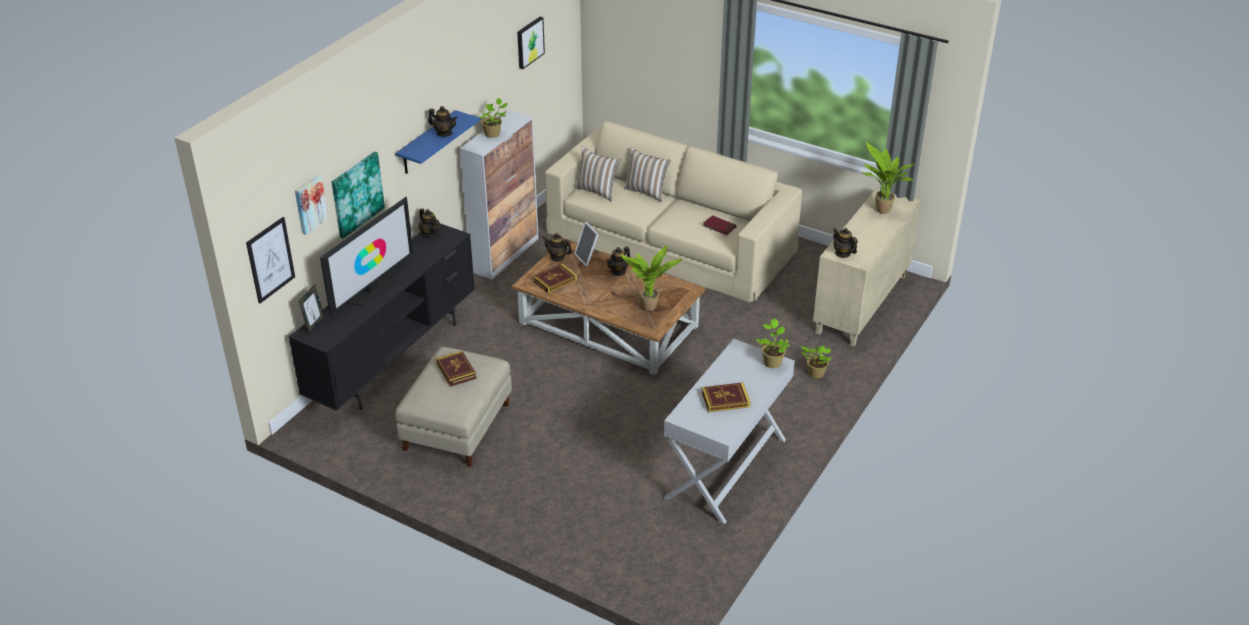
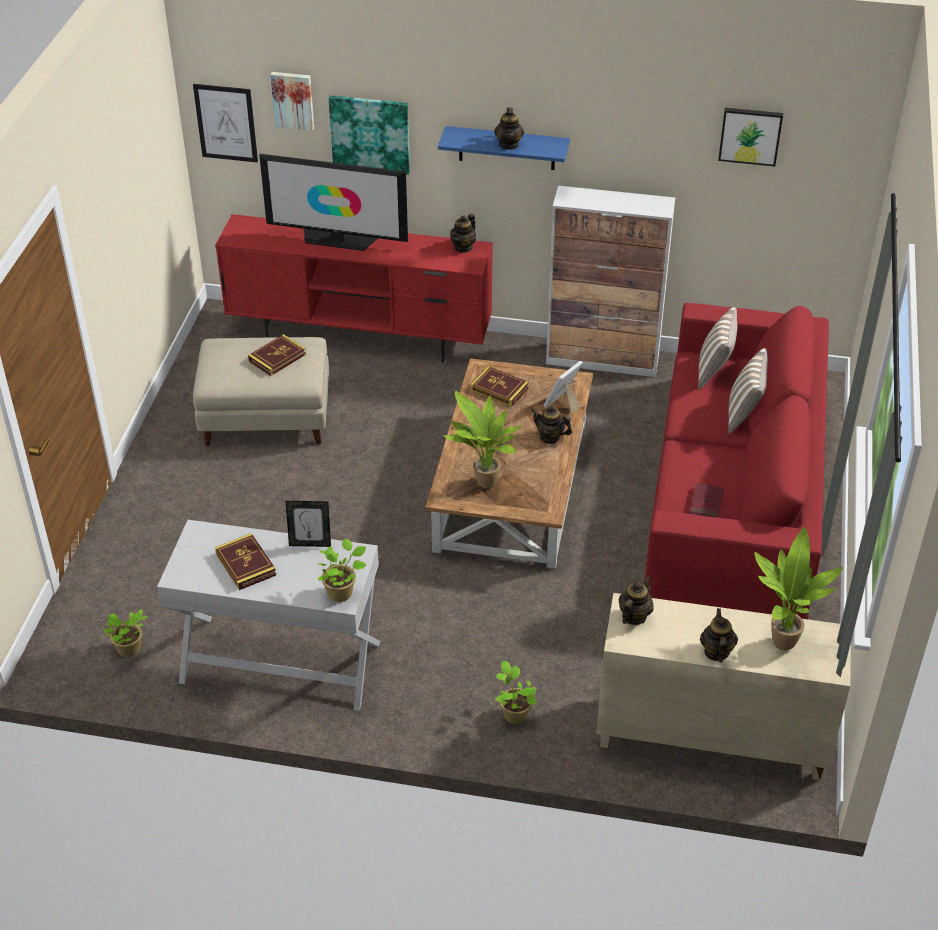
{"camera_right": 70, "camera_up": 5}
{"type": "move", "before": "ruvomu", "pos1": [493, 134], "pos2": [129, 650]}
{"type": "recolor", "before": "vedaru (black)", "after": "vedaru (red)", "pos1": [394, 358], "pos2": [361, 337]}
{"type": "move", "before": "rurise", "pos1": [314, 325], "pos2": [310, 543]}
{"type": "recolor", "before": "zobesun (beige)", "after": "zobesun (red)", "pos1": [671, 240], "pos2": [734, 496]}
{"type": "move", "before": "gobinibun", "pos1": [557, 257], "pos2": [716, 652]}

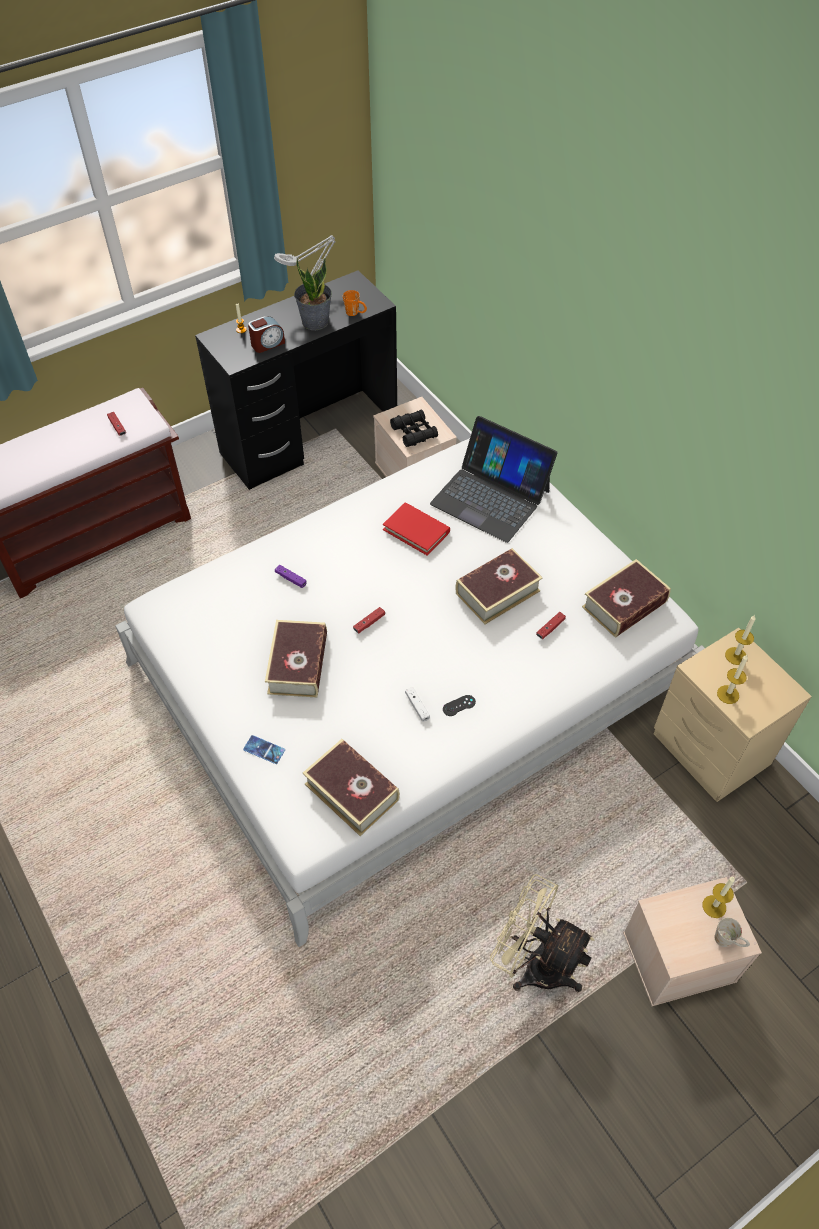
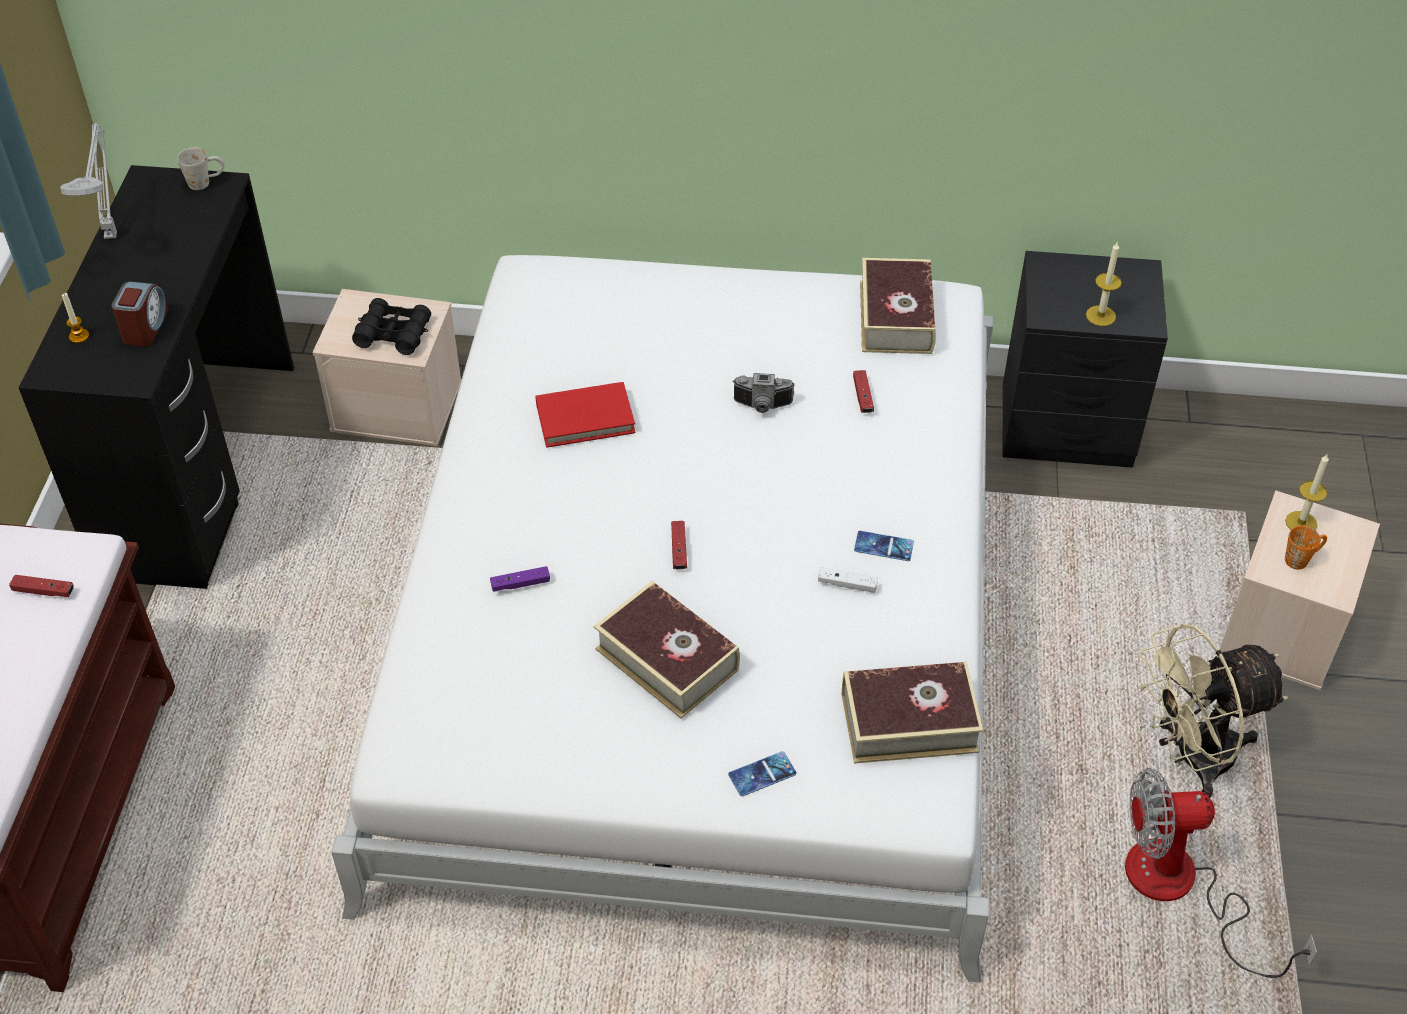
{"camera_right": -50, "camera_up": -5}
{"type": "move", "before": "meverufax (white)", "pos1": [728, 941], "pos2": [206, 182]}
{"type": "replace", "before": "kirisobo", "after": "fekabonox", "pos1": [497, 592], "pos2": [762, 406]}
{"type": "replace", "before": "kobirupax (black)", "after": "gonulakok", "pos1": [459, 705], "pos2": [883, 546]}
{"type": "recolor", "before": "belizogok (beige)", "after": "belizogok (black)", "pos1": [711, 752], "pos2": [1069, 428]}
{"type": "insert", "after": "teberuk", "pos2": [1181, 890]}
{"type": "move", "before": "meverufax (orange)", "pos1": [355, 313], "pos2": [1302, 558]}
{"type": "delete", "before": "ruvomu", "pos1": [315, 321]}
{"type": "delete", "before": "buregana", "pos1": [490, 497]}
{"type": "delete", "before": "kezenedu", "pos1": [735, 656]}

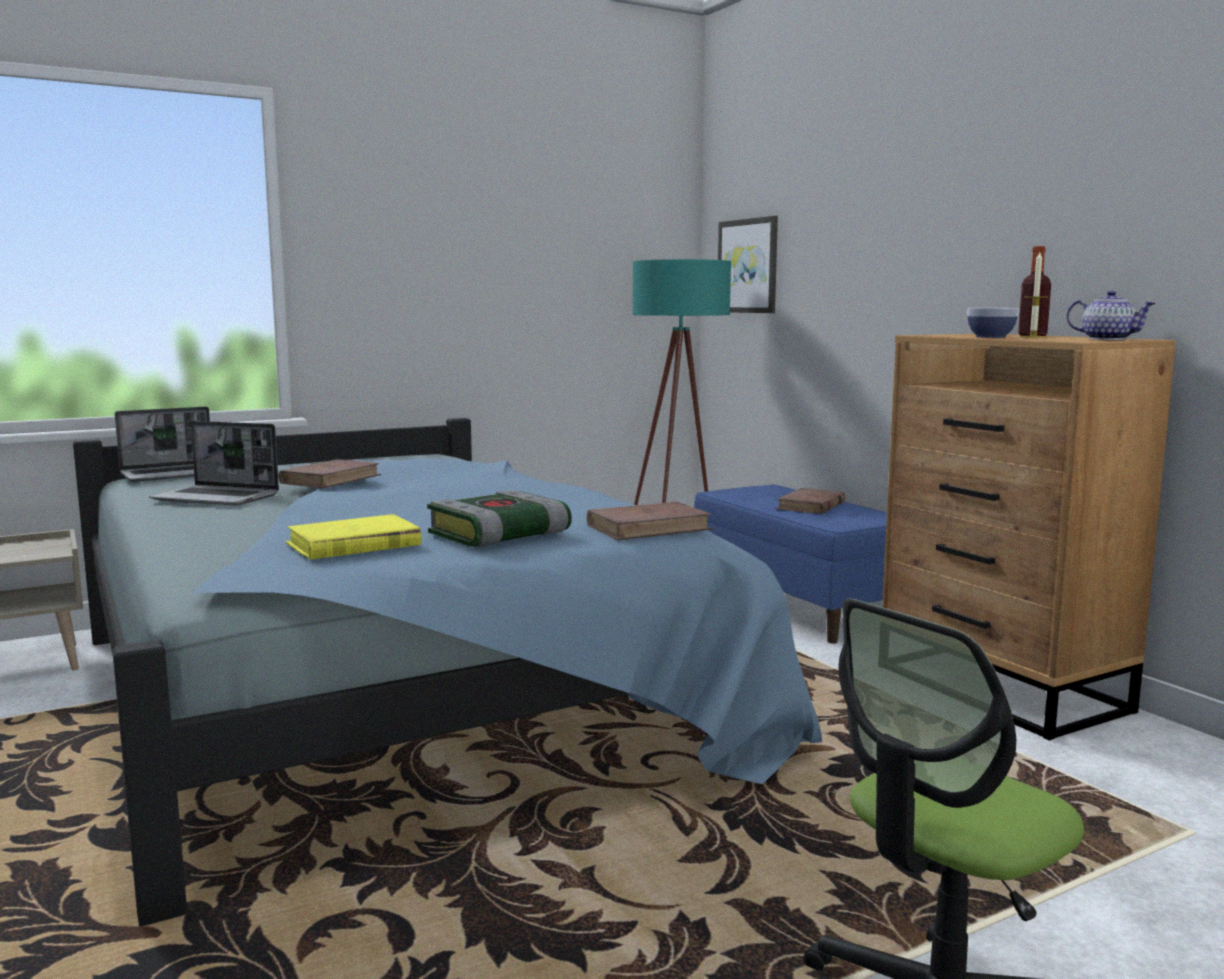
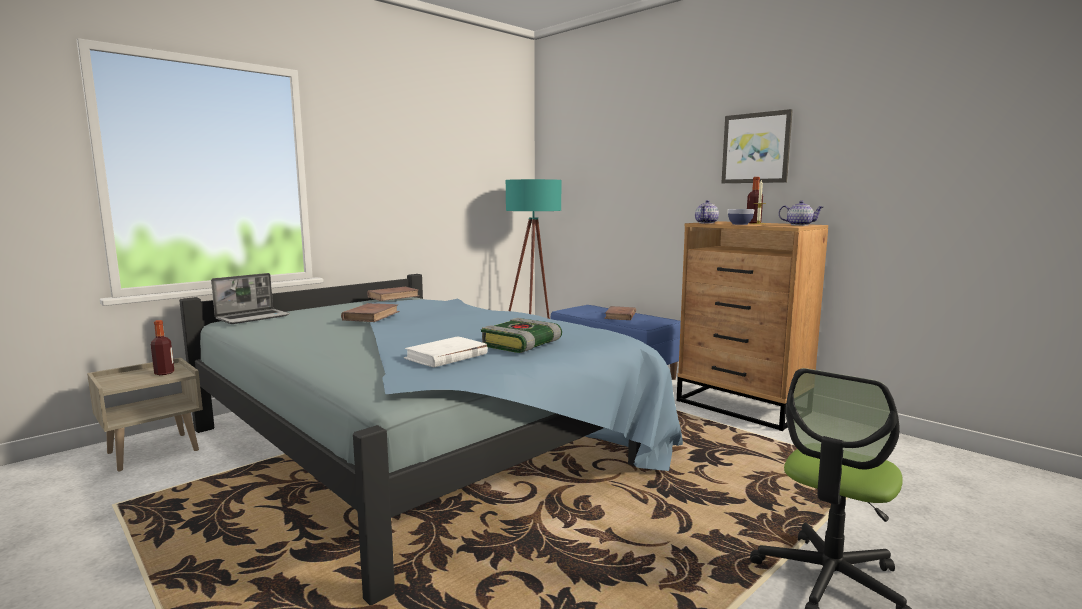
{"camera_right": -15, "camera_up": 0}
{"type": "insert", "after": "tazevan", "pos2": [164, 373]}
{"type": "move", "before": "kirisobo (brown)", "pos1": [649, 528], "pos2": [393, 296]}
{"type": "recolor", "before": "kirisobo (yellow)", "after": "kirisobo (white)", "pos1": [353, 544], "pos2": [446, 356]}
{"type": "insert", "after": "gobinibun", "pos2": [706, 223]}
{"type": "move", "before": "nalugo", "pos1": [748, 266], "pos2": [756, 148]}
{"type": "delete", "before": "buregana", "pos1": [218, 498]}

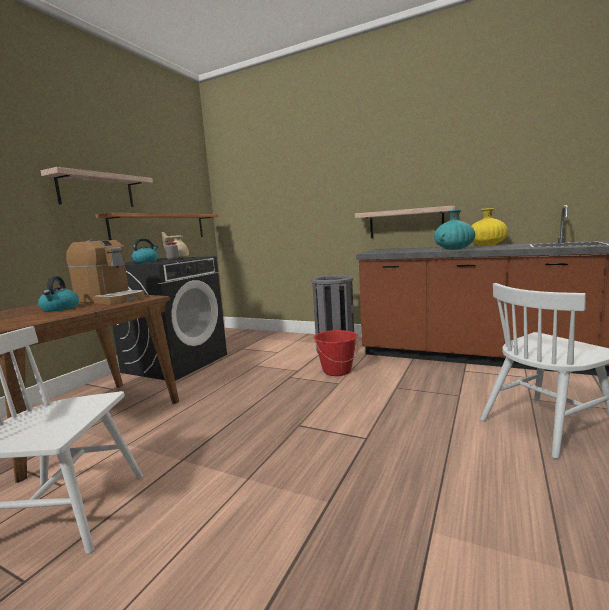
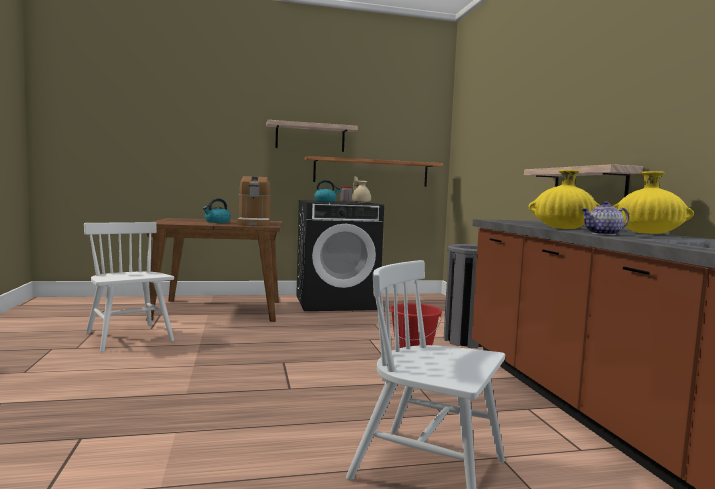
{"camera_right": 50, "camera_up": -5}
{"type": "recolor", "before": "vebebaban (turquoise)", "after": "vebebaban (yellow)", "pos1": [453, 249], "pos2": [562, 228]}
{"type": "insert", "after": "gobinibun", "pos2": [603, 234]}

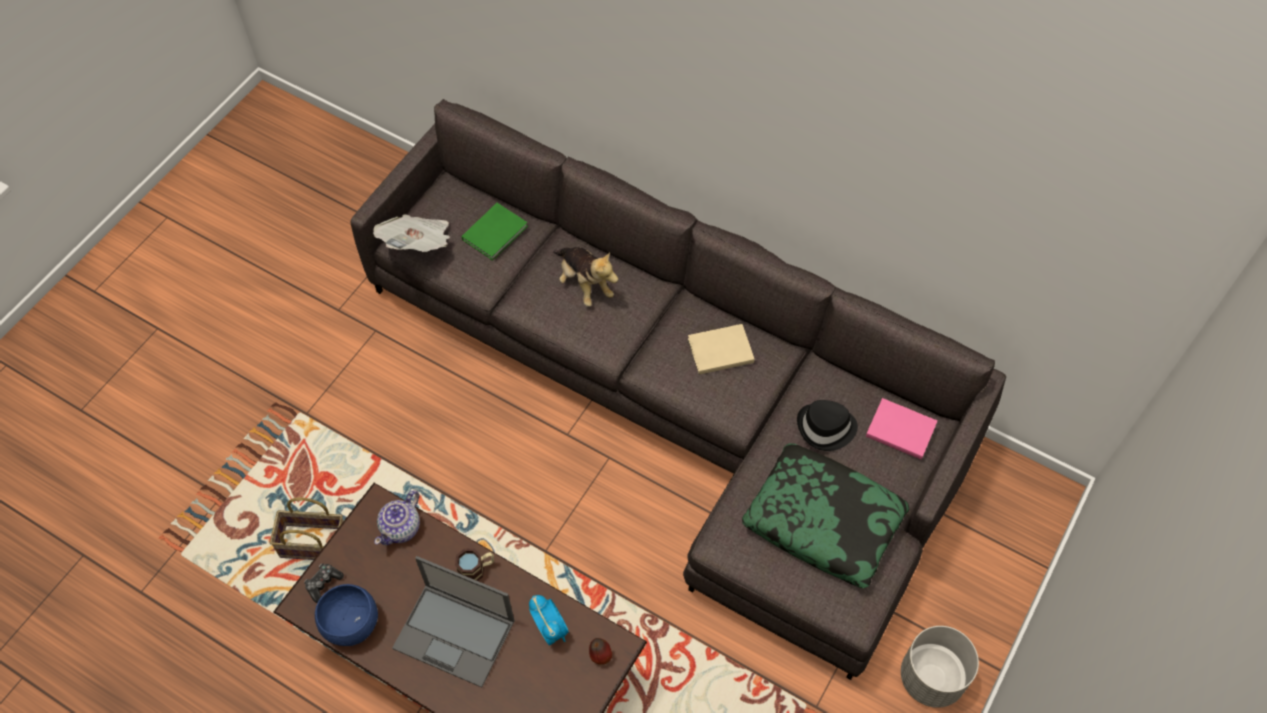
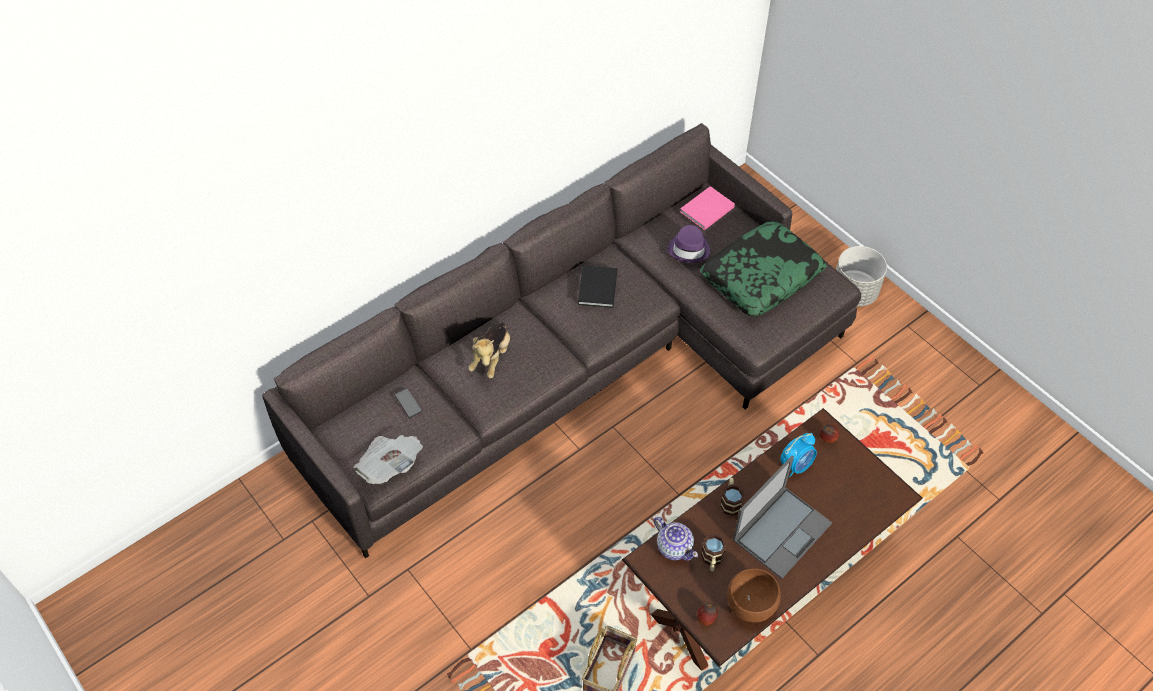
{"camera_right": -70, "camera_up": -5}
{"type": "replace", "before": "kirisobo (green)", "after": "gonulakok", "pos1": [496, 232], "pos2": [408, 403]}
{"type": "rotate", "before": "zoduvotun", "pos1": [584, 284], "pos2": [491, 357], "turn": 120}
{"type": "recolor", "before": "kirisobo (beige)", "after": "kirisobo (black)", "pos1": [718, 350], "pos2": [596, 289]}
{"type": "recolor", "before": "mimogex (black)", "after": "mimogex (purple)", "pos1": [826, 428], "pos2": [689, 249]}
{"type": "replace", "before": "kobirupax", "after": "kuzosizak", "pos1": [323, 583], "pos2": [706, 618]}
{"type": "insert", "after": "meverufax", "pos2": [712, 560]}
{"type": "recolor", "before": "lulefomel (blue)", "after": "lulefomel (brown)", "pos1": [352, 623], "pos2": [750, 604]}
{"type": "rotate", "before": "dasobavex", "pos1": [550, 628], "pos2": [796, 465], "turn": 150}

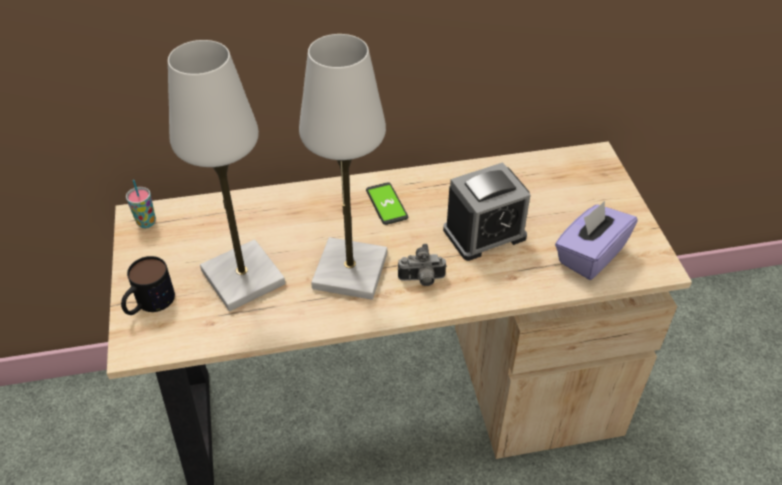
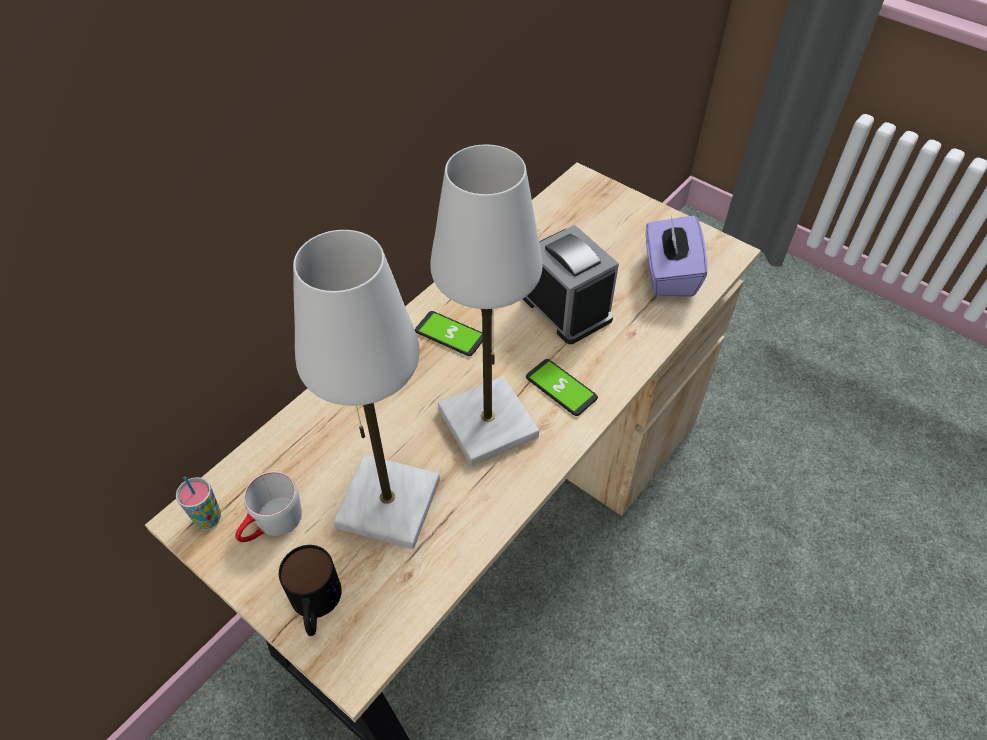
{"camera_right": -40, "camera_up": 5}
{"type": "insert", "after": "meverufax (grey)", "pos2": [272, 525]}
{"type": "rotate", "before": "dasobavex", "pos1": [484, 233], "pos2": [566, 308], "turn": -60}
{"type": "replace", "before": "fekabonox", "after": "gonulakok", "pos1": [422, 280], "pos2": [561, 388]}

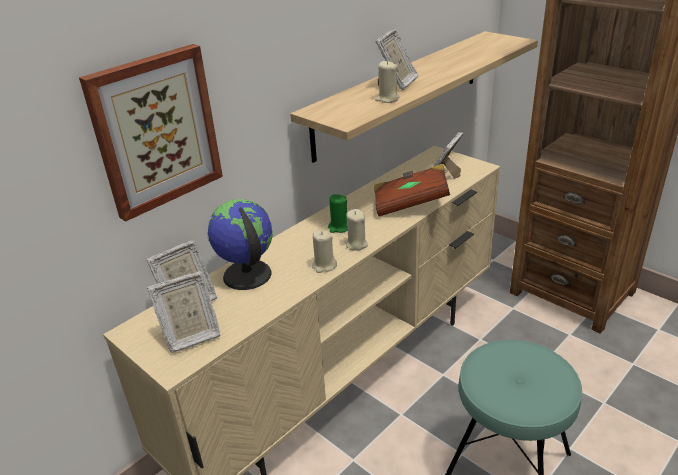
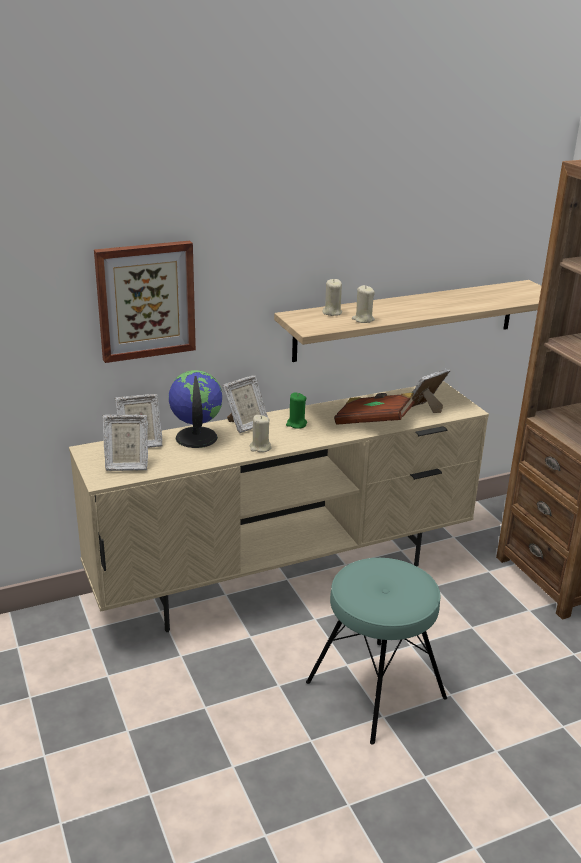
{"camera_right": 20, "camera_up": -5}
{"type": "move", "before": "rurise", "pos1": [397, 84], "pos2": [246, 425]}
{"type": "move", "before": "kezenedu (beige)", "pos1": [356, 244], "pos2": [332, 312]}

